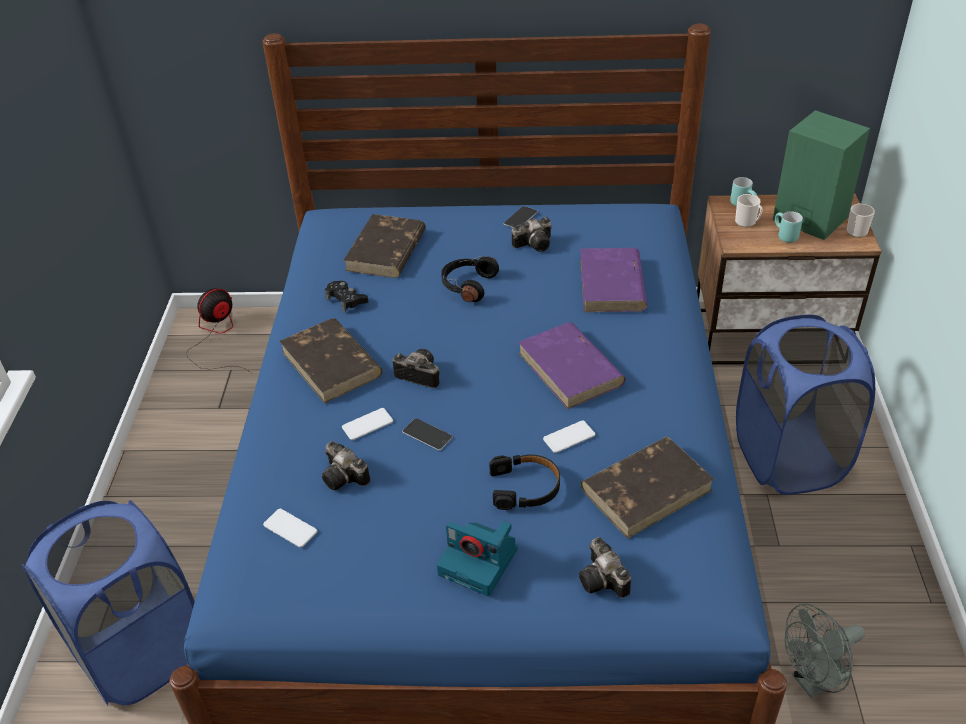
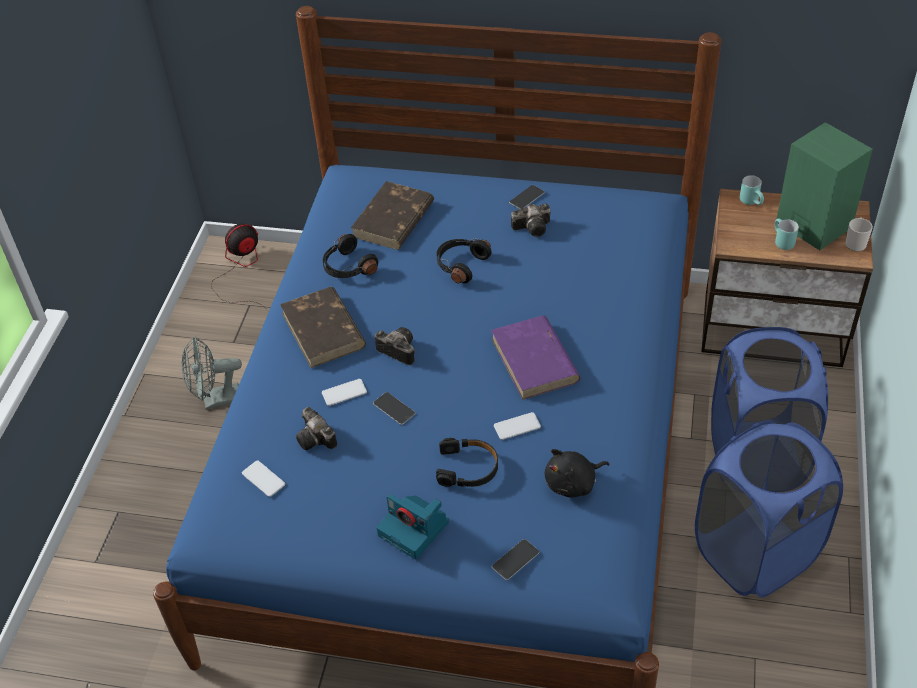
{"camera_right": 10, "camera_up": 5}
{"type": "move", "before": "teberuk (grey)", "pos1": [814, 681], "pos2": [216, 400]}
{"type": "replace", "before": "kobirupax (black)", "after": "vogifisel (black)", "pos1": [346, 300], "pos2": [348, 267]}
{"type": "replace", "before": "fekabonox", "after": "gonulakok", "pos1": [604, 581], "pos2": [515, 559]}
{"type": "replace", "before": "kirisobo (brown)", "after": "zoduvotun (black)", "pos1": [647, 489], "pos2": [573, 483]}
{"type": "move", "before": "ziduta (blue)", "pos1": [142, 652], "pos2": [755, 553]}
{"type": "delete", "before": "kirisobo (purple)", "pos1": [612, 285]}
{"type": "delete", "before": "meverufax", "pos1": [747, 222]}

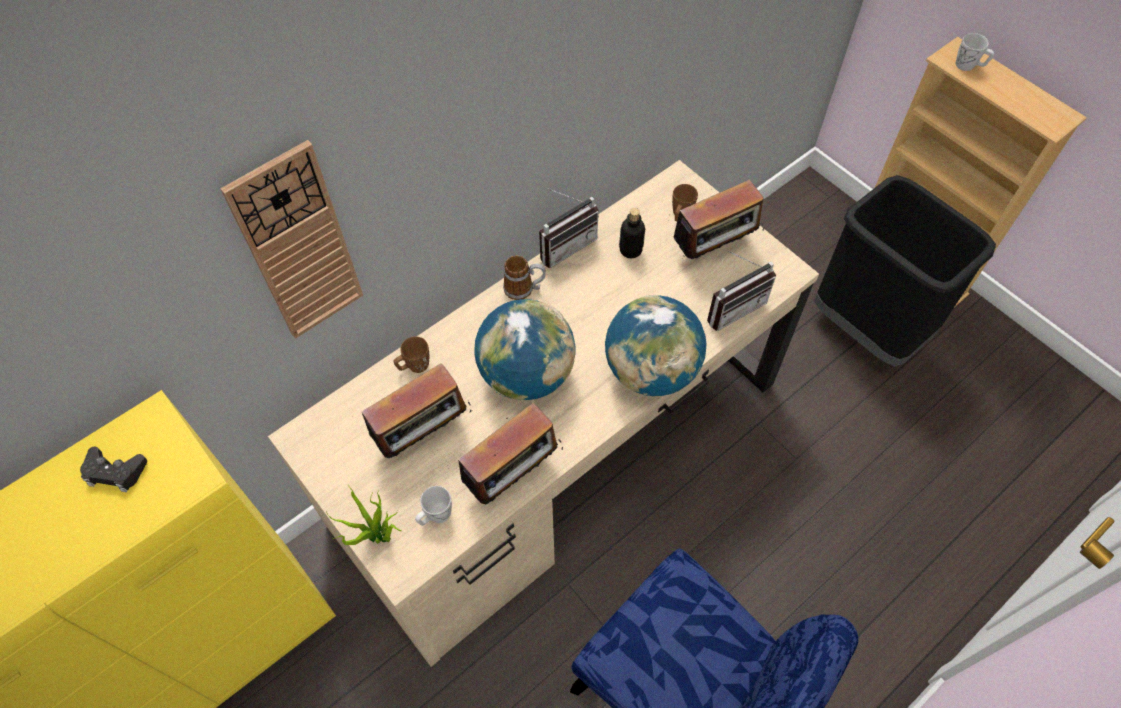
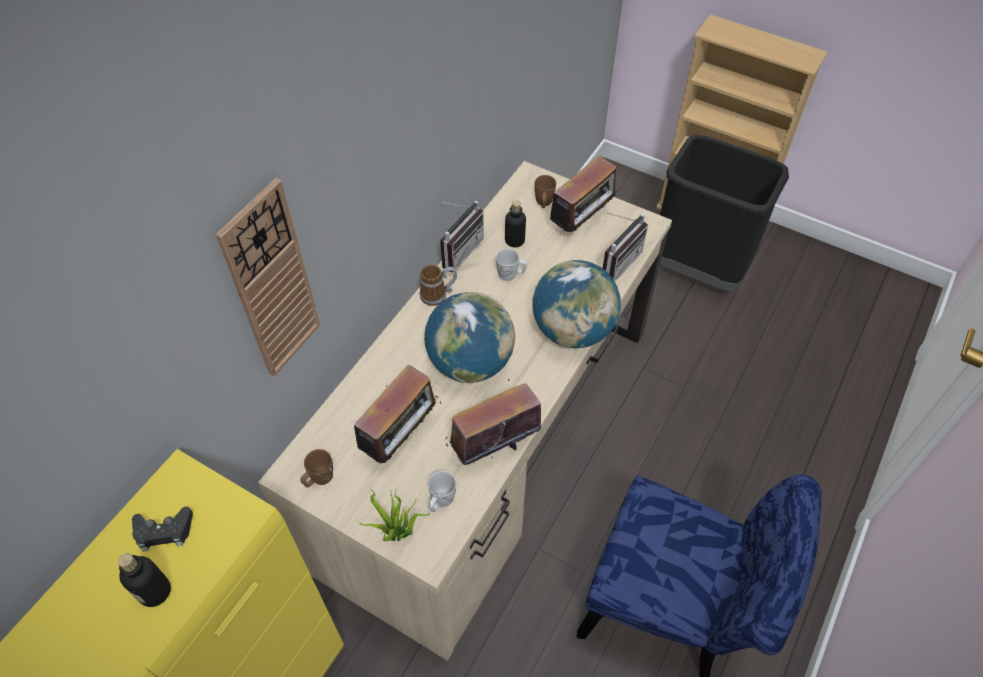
{"camera_right": -20, "camera_up": -5}
{"type": "insert", "after": "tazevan", "pos2": [155, 591]}
{"type": "move", "before": "meverufax (brown)", "pos1": [414, 366], "pos2": [319, 479]}
{"type": "rotate", "before": "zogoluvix", "pos1": [513, 475], "pos2": [494, 447], "turn": -150}
{"type": "move", "before": "meverufax (white)", "pos1": [968, 66], "pos2": [511, 275]}

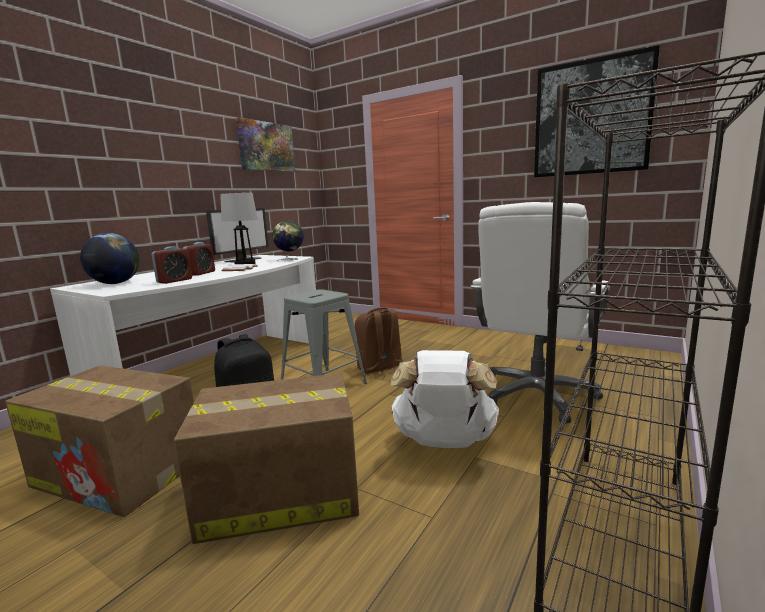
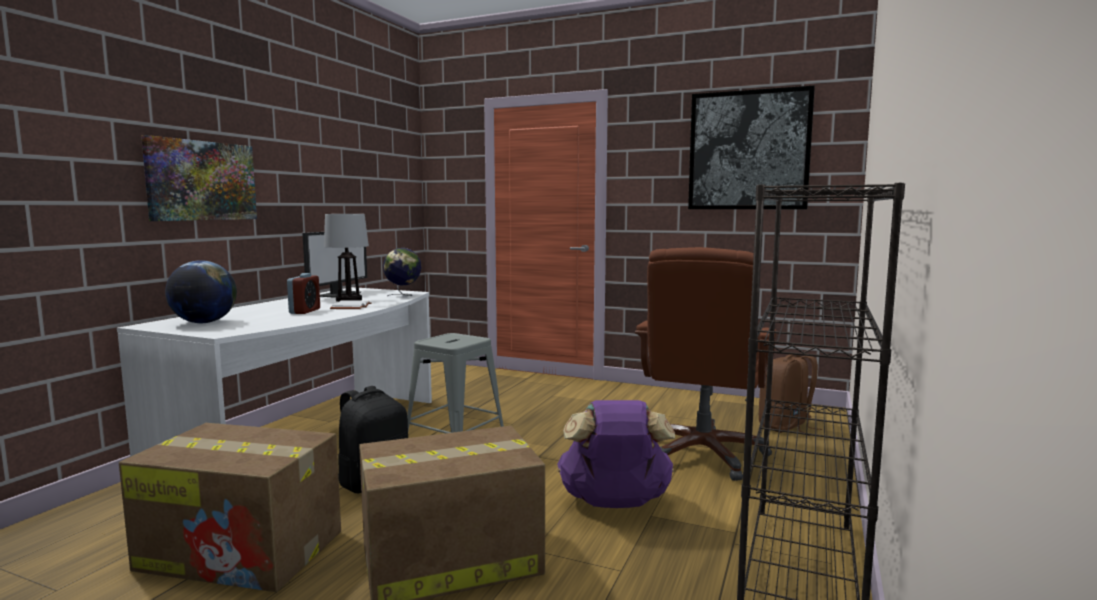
{"camera_right": -10, "camera_up": -5}
{"type": "move", "before": "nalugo", "pos1": [266, 146], "pos2": [201, 181]}
{"type": "recolor", "before": "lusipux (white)", "after": "lusipux (purple)", "pos1": [444, 443], "pos2": [614, 503]}
{"type": "recolor", "before": "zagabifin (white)", "after": "zagabifin (brown)", "pos1": [536, 395], "pos2": [702, 454]}
{"type": "move", "before": "lusipux (brown)", "pos1": [380, 368], "pos2": [786, 427]}
{"type": "delete", "before": "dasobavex", "pos1": [174, 281]}

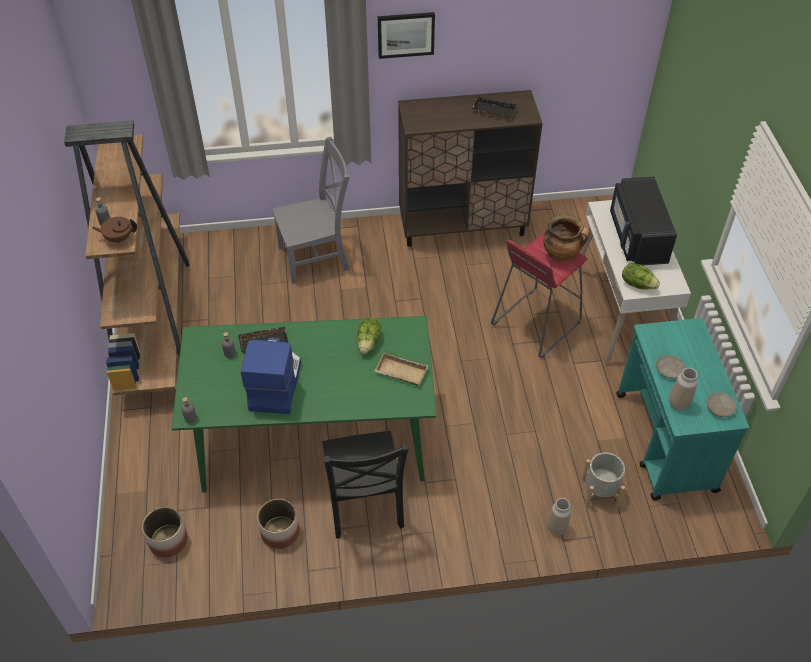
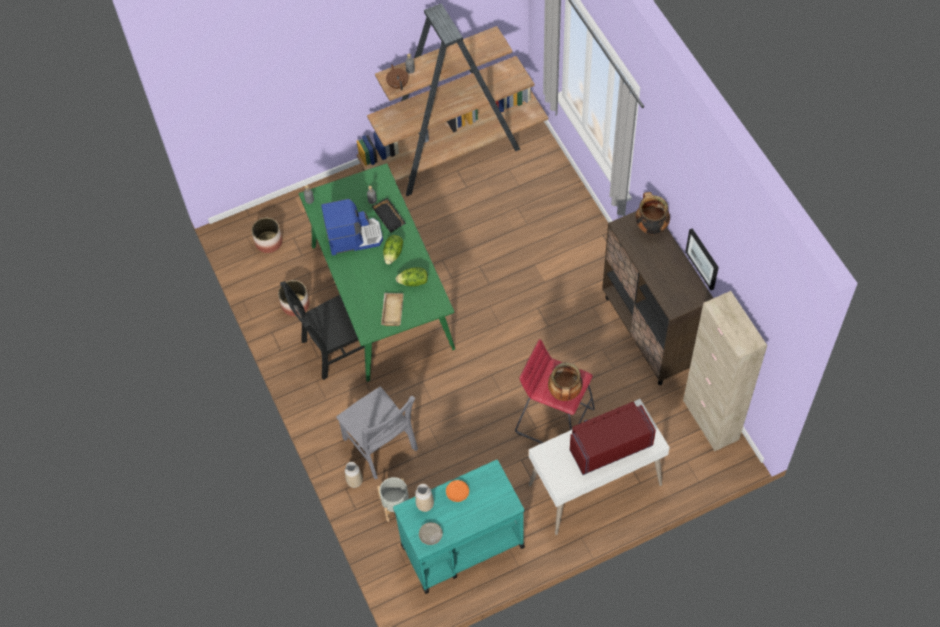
{"camera_right": 75, "camera_up": 10}
{"type": "move", "before": "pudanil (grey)", "pos1": [317, 257], "pos2": [381, 446]}
{"type": "move", "before": "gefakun", "pos1": [637, 284], "pos2": [393, 254]}
{"type": "recolor", "before": "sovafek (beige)", "after": "sovafek (orange)", "pos1": [668, 369], "pos2": [457, 492]}
{"type": "recolor", "before": "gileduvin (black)", "after": "gileduvin (red)", "pos1": [637, 237], "pos2": [609, 446]}
{"type": "insert", "after": "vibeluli", "pos2": [650, 226]}
{"type": "insert", "after": "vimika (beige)", "pos2": [710, 420]}
{"type": "move", "before": "nalugo", "pos1": [406, 34], "pos2": [703, 258]}
{"type": "delete", "before": "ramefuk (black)", "pos1": [493, 112]}

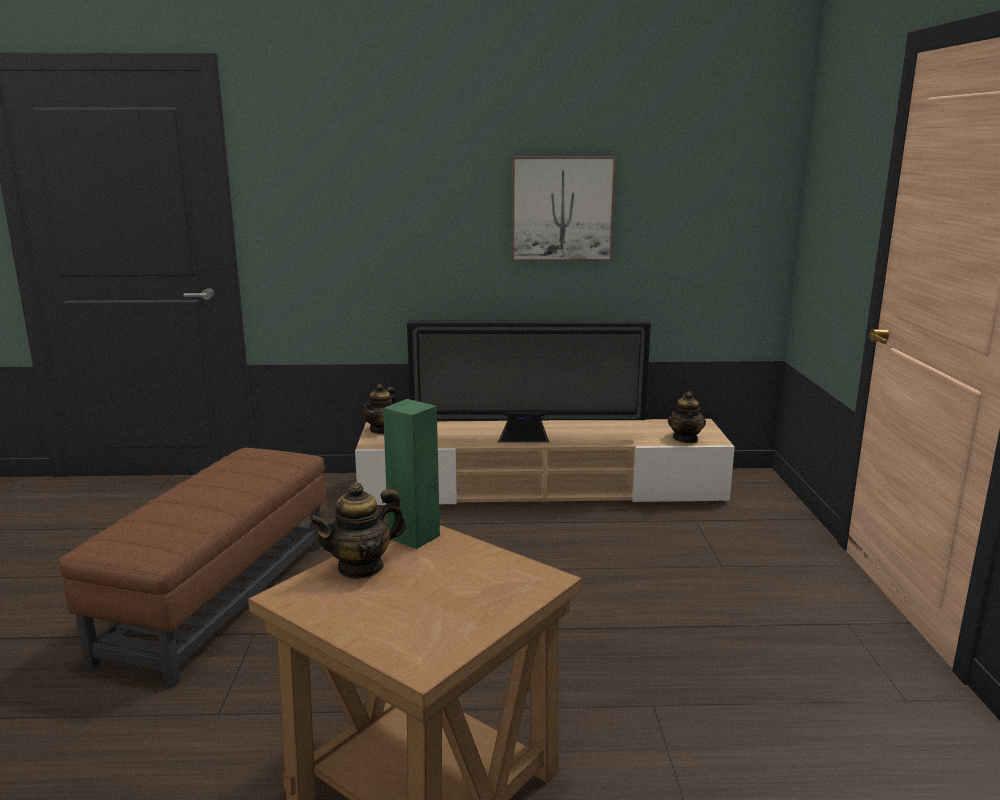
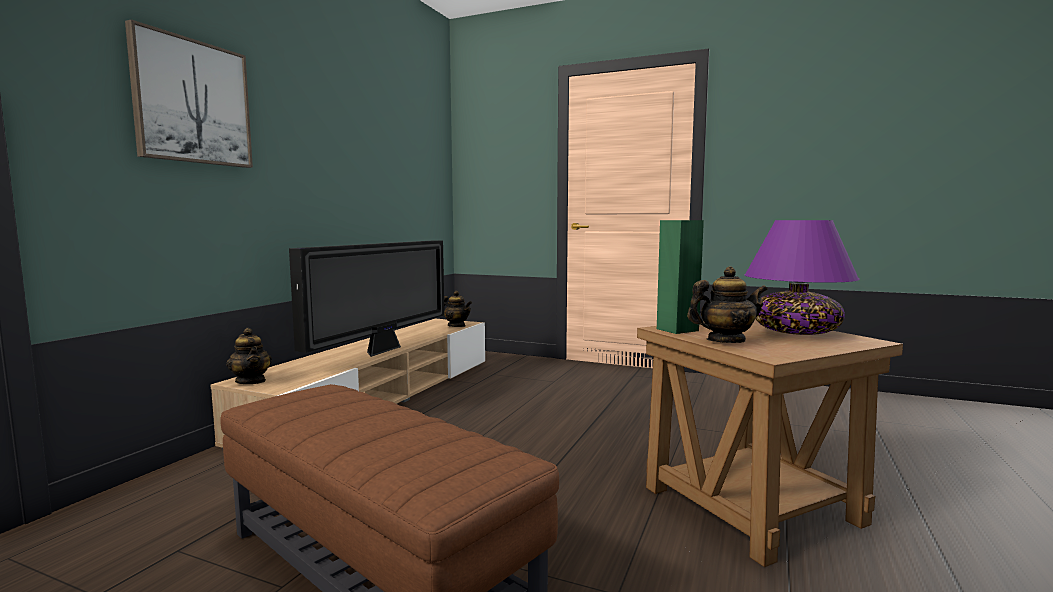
{"camera_right": -65, "camera_up": -10}
{"type": "move", "before": "nalugo", "pos1": [562, 209], "pos2": [192, 102]}
{"type": "rotate", "before": "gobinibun", "pos1": [361, 567], "pos2": [725, 341], "turn": -90}
{"type": "insert", "after": "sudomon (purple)", "pos2": [796, 332]}

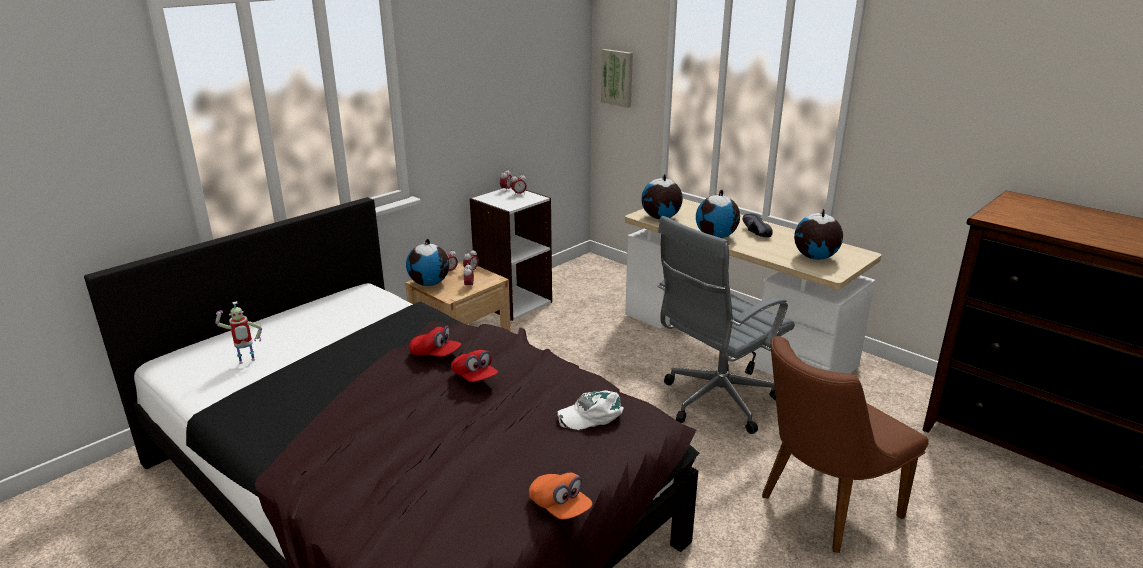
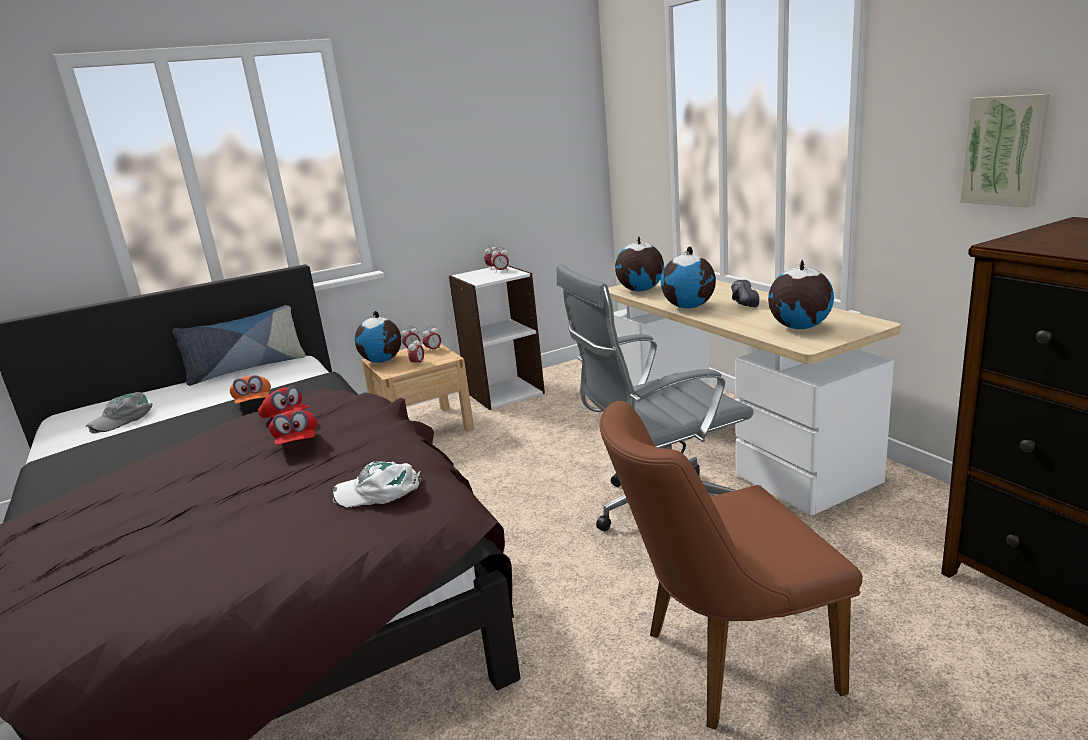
{"camera_right": 20, "camera_up": -5}
{"type": "replace", "before": "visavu", "after": "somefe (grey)", "pos1": [247, 362], "pos2": [122, 419]}
{"type": "insert", "after": "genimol", "pos2": [247, 368]}
{"type": "move", "before": "somefe (orange)", "pos1": [560, 507], "pos2": [254, 403]}
{"type": "move", "before": "nalugo", "pos1": [618, 78], "pos2": [1005, 150]}

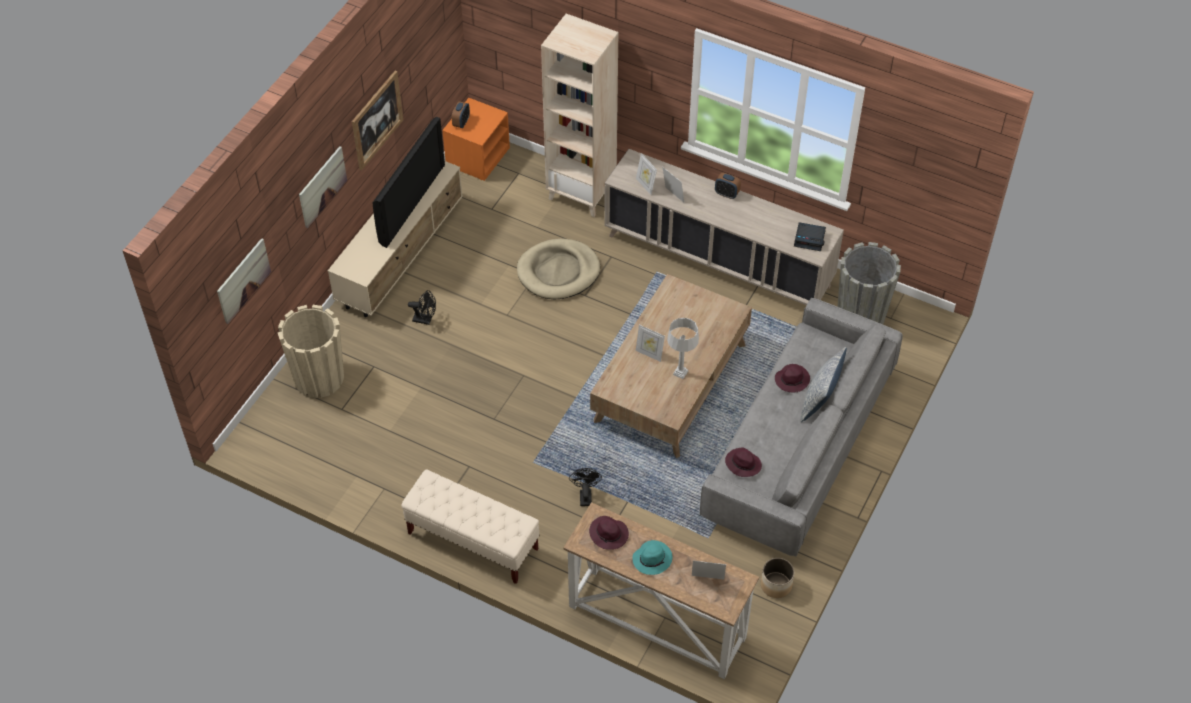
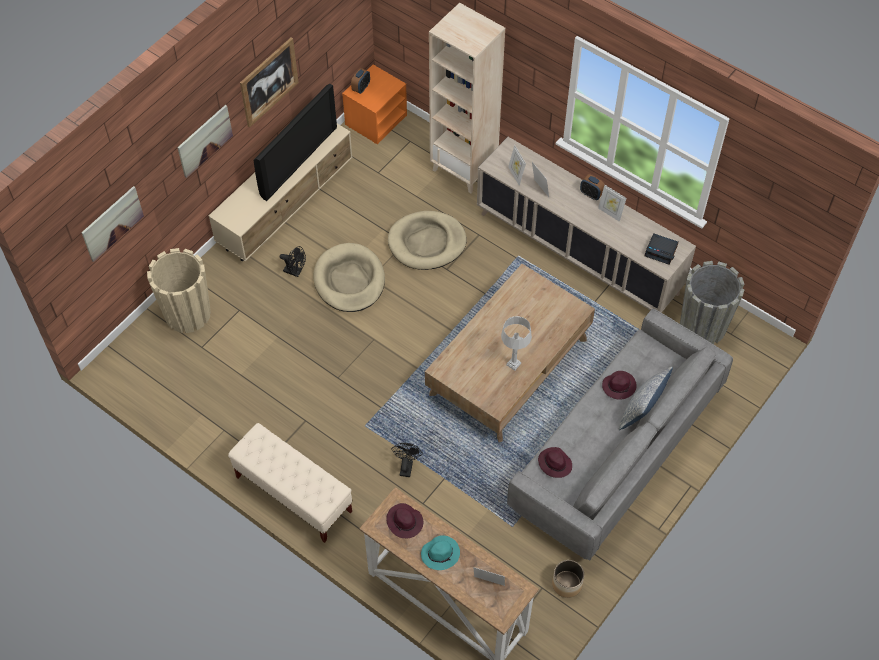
{"camera_right": 10, "camera_up": 5}
{"type": "insert", "after": "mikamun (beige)", "pos2": [349, 280]}
{"type": "move", "before": "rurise", "pos1": [649, 354], "pos2": [610, 213]}

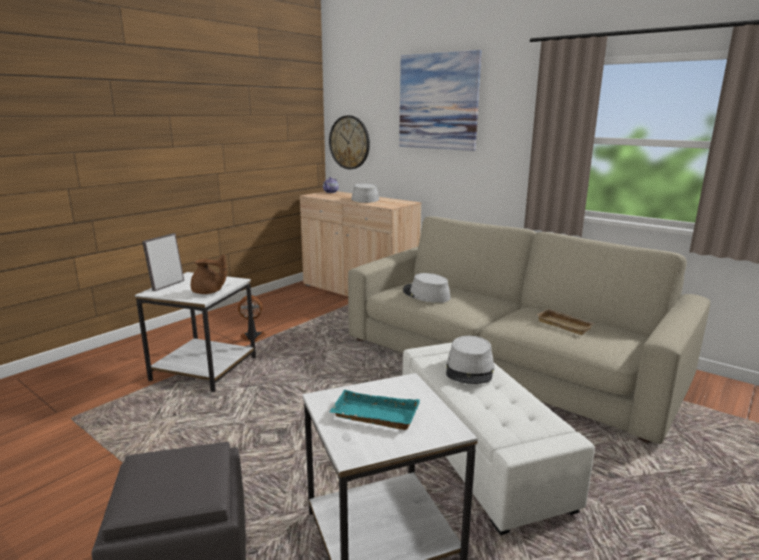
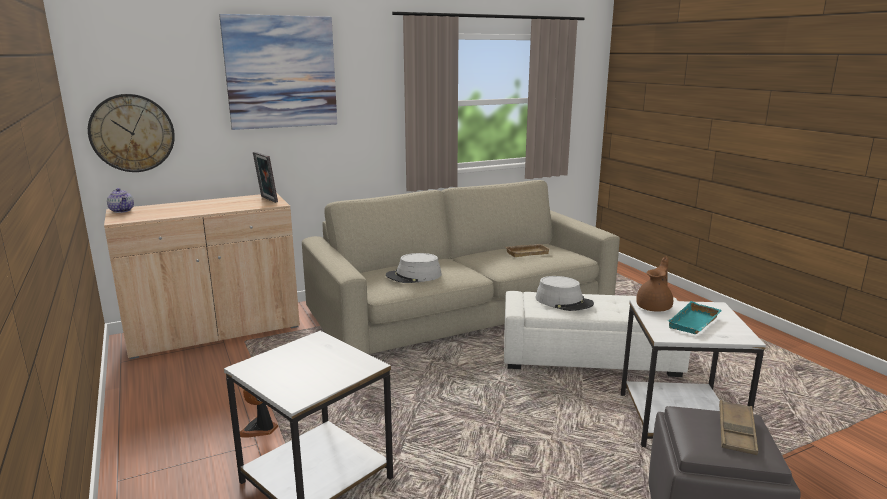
{"camera_right": -65, "camera_up": 0}
{"type": "move", "before": "rurise", "pos1": [167, 285], "pos2": [267, 199]}
{"type": "move", "before": "gobinibun (brown)", "pos1": [208, 292], "pos2": [654, 307]}
{"type": "insert", "after": "ramefuk (brown)", "pos2": [736, 432]}
{"type": "delete", "before": "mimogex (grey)", "pos1": [365, 199]}

